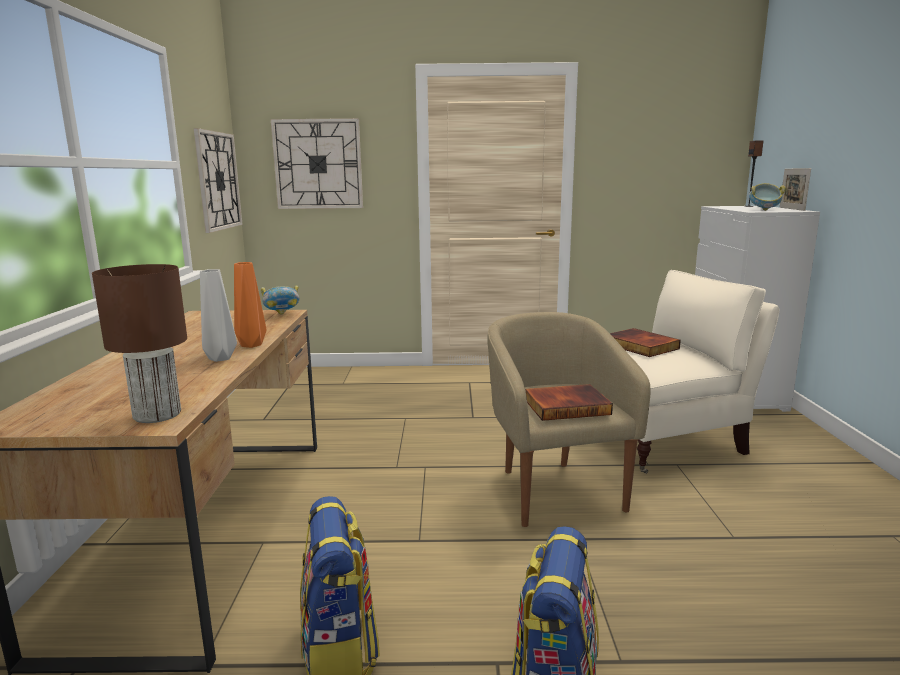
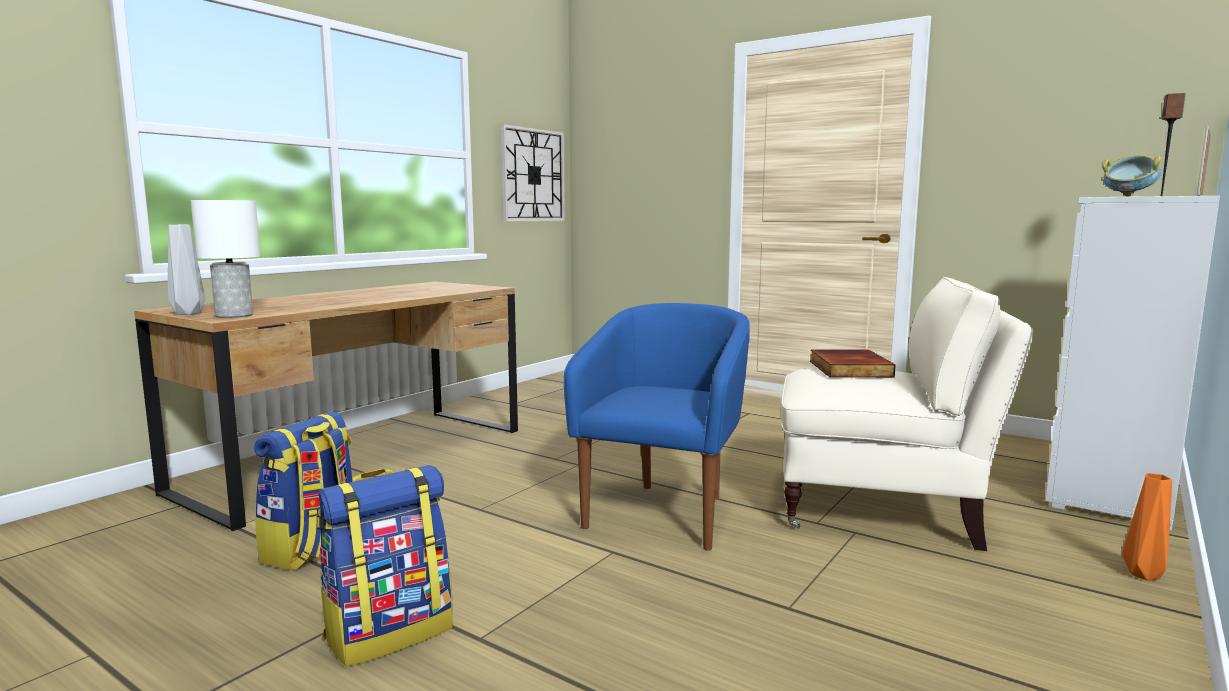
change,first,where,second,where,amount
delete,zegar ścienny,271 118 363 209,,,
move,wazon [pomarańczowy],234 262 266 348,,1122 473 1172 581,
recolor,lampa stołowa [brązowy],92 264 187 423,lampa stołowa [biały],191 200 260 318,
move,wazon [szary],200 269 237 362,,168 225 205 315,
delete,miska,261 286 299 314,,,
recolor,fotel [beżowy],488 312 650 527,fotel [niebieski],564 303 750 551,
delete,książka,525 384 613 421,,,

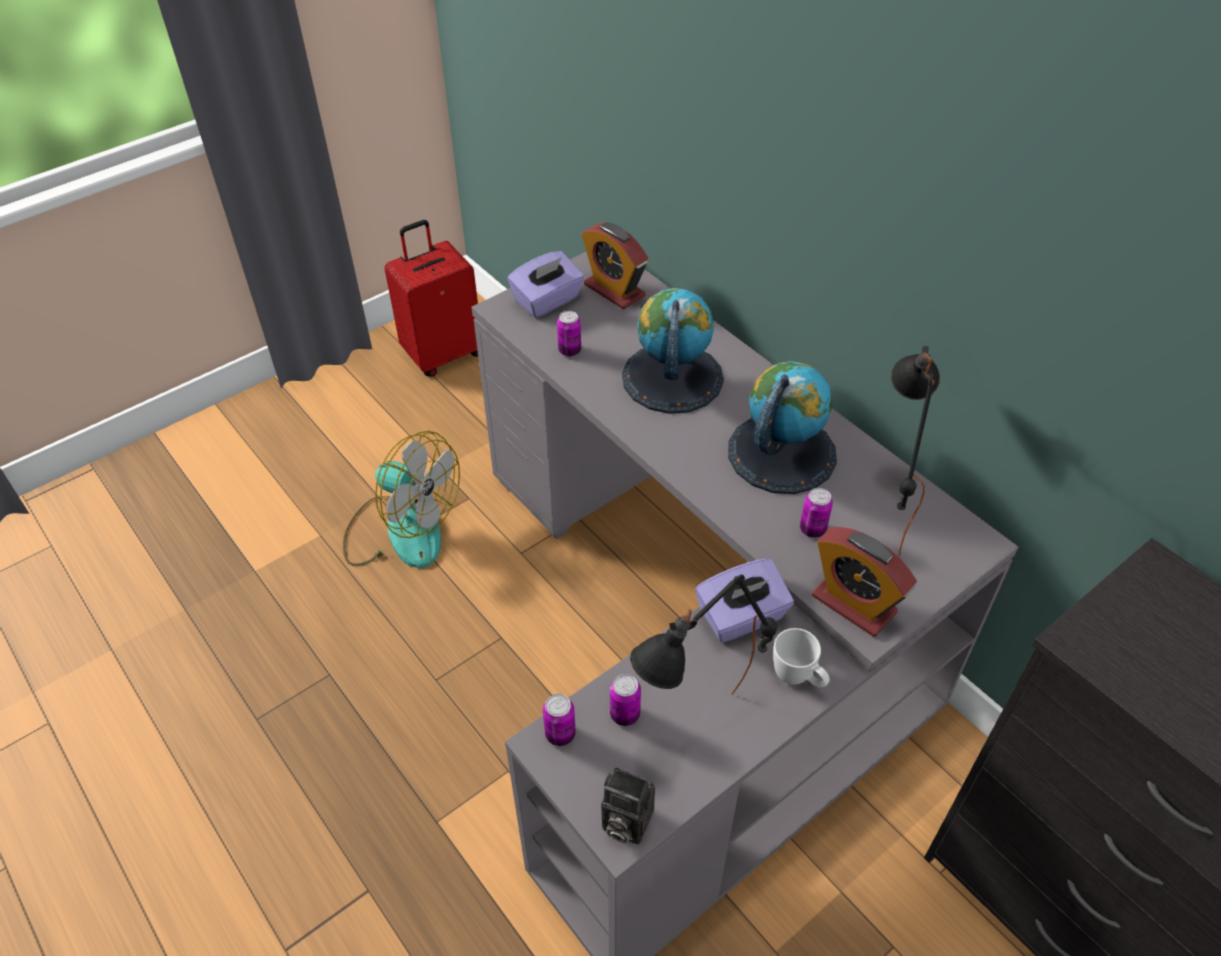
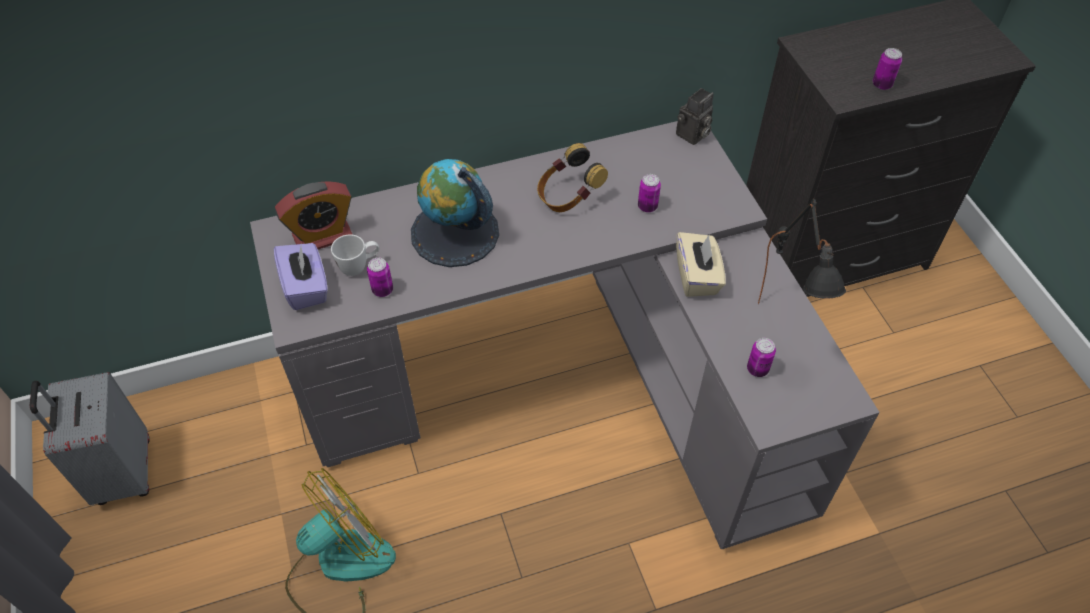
change,first,where,second,where,amount
recolor,walizka [czerwony],384 220 478 377,walizka [szary],30 372 150 505,
delete,lampa stołowa [czarny],891 346 940 556,,,
replace,globus,728 361 837 494,słuchawki,537 143 608 212,
delete,budzik,812 527 917 637,,,
recolor,pudełko chusteczek [fioletowy],695 558 794 643,pudełko chusteczek [beżowy],676 232 726 297,
move,kubek [biały],773 628 830 688,,331 234 379 276,
move,puszka,543 694 576 746,,873 48 902 90,
move,aparat fotograficzny,601 768 655 845,,676 88 714 145,

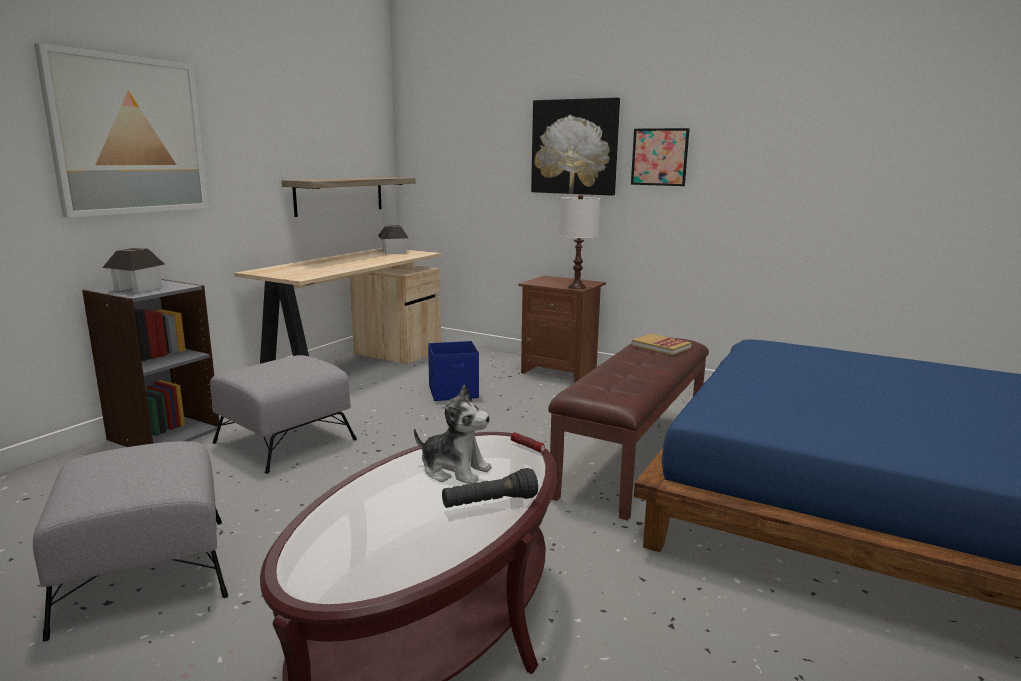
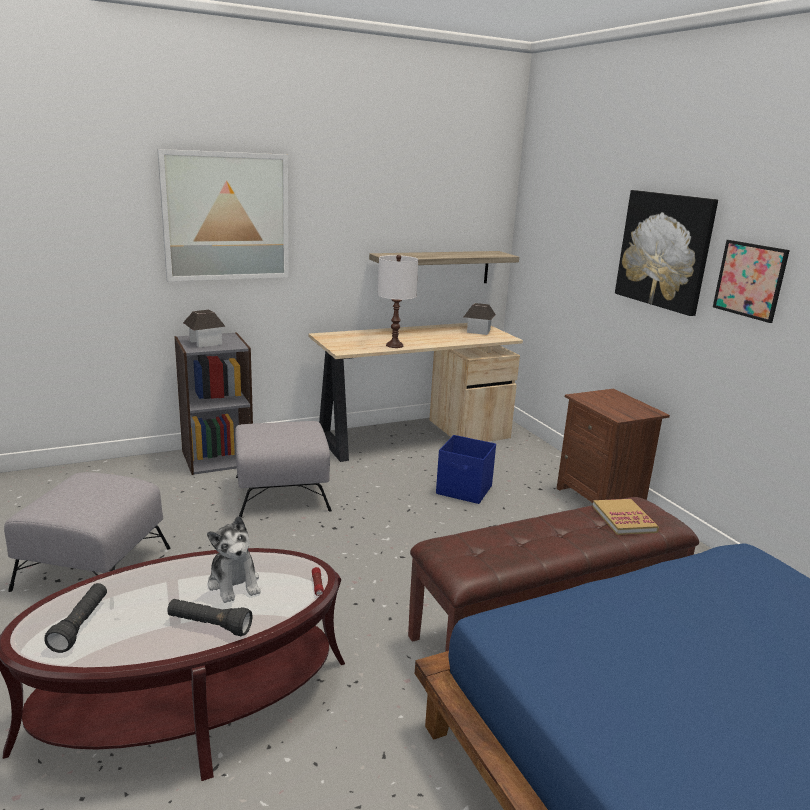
change,first,where,second,where,amount
move,lampa stołowa [biały],560 194 601 289,,378 255 418 348,
insert,,,latarka [czarny],45 583 107 653,

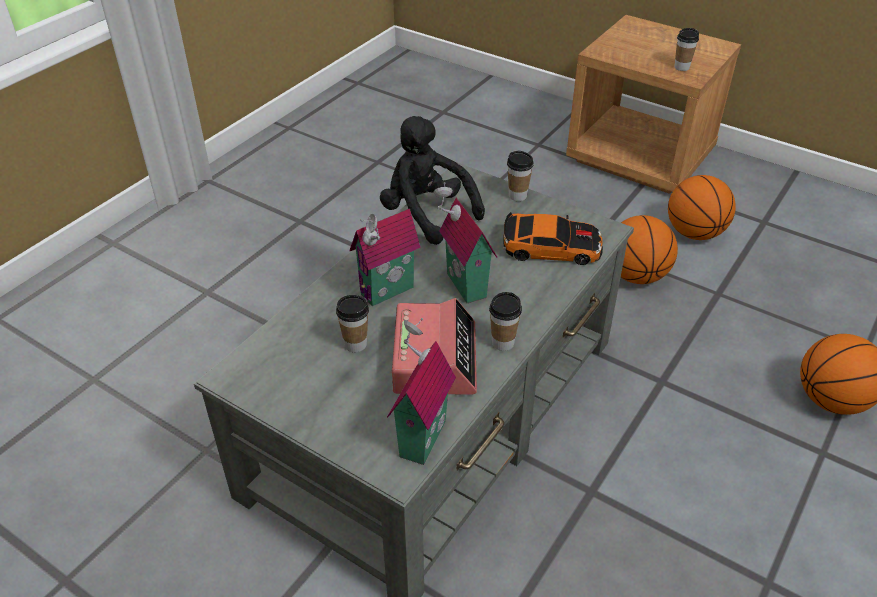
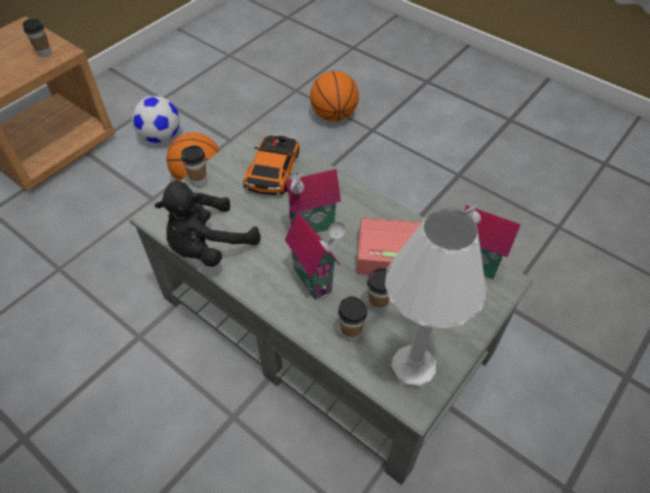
change,first,where,second,where,amount
replace,piłka do koszykówki,668 175 736 240,piłka futbolowa,132 96 180 143,
move,filiżanka,489 292 522 351,,338 296 367 342,
insert,,,lampa stołowa [biały],385 208 487 389,

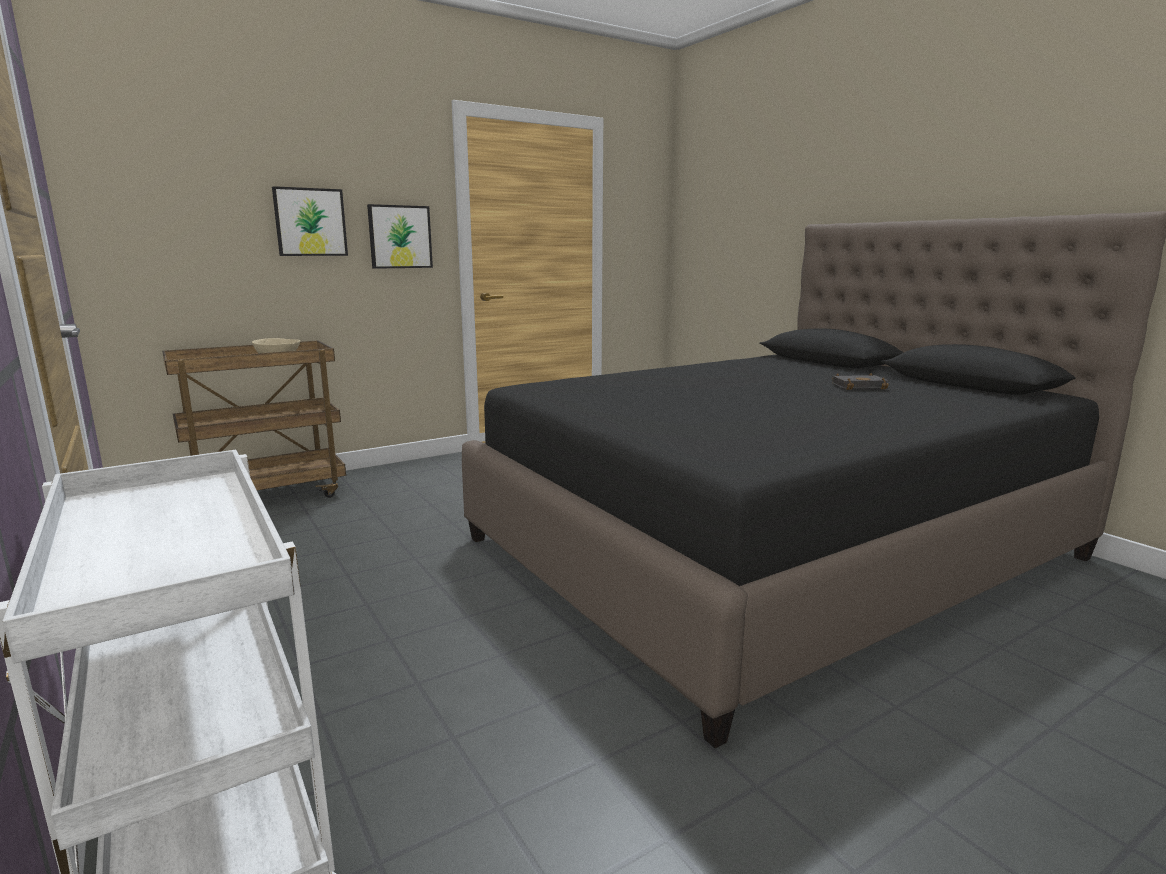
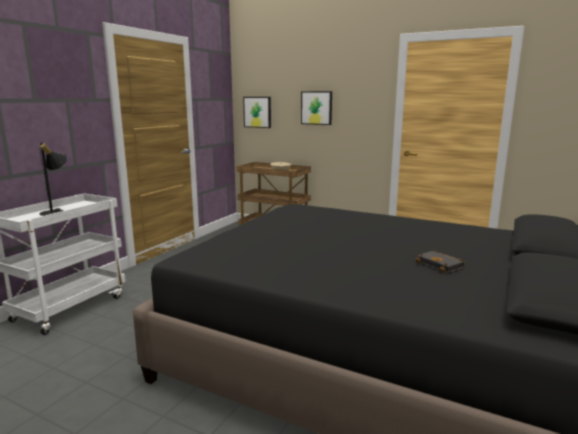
change,first,where,second,where,amount
move,obraz,367 204 433 269,,243 97 271 128,
insert,,,lampa stołowa [czarny],39 142 67 216,

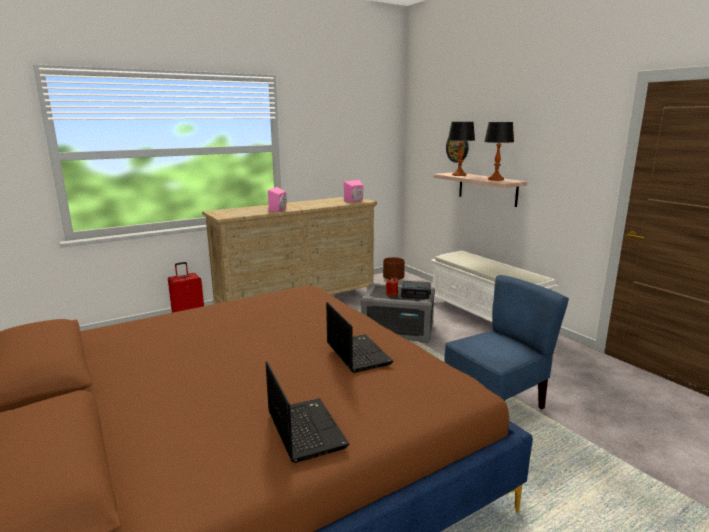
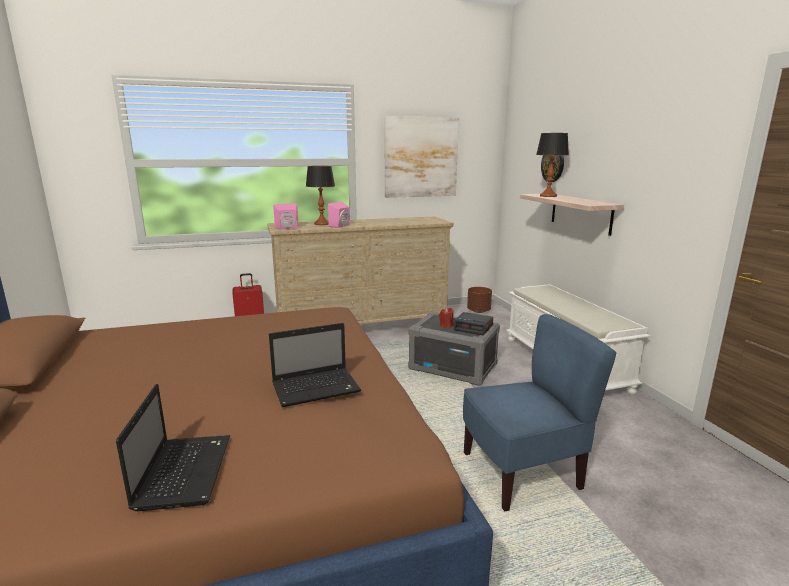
change,first,where,second,where,amount
move,lampa stołowa,484 122 514 181,,306 166 335 225,
move,głośnik [różowy],344 180 363 202,,273 203 298 229,
rotate,laptop,326 302 394 373,,269 323 361 407,75 degrees clockwise
insert,,,obraz,384 116 459 198,

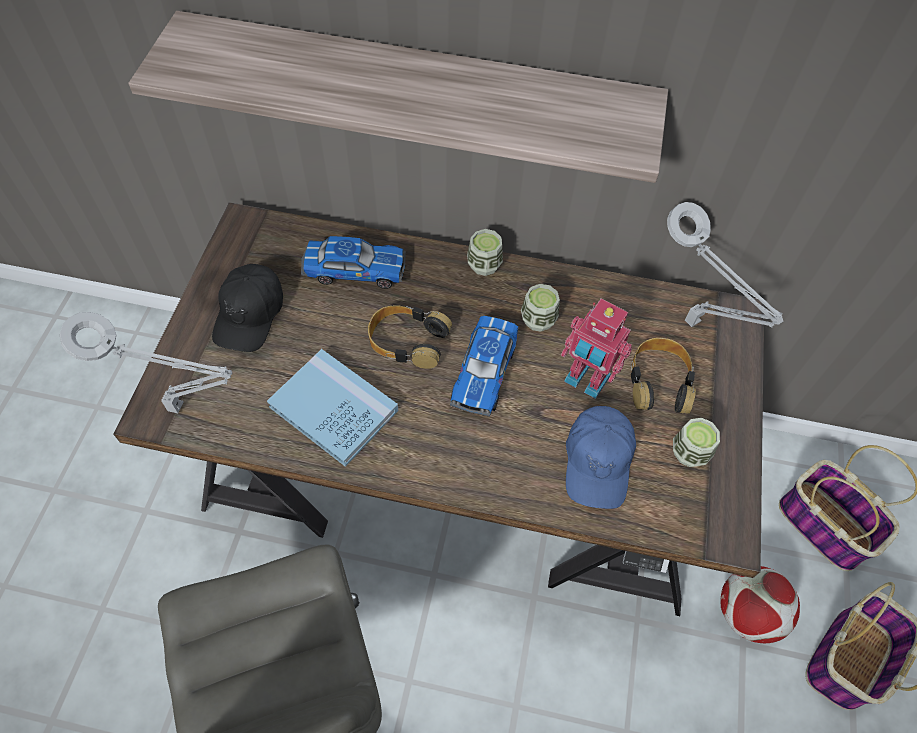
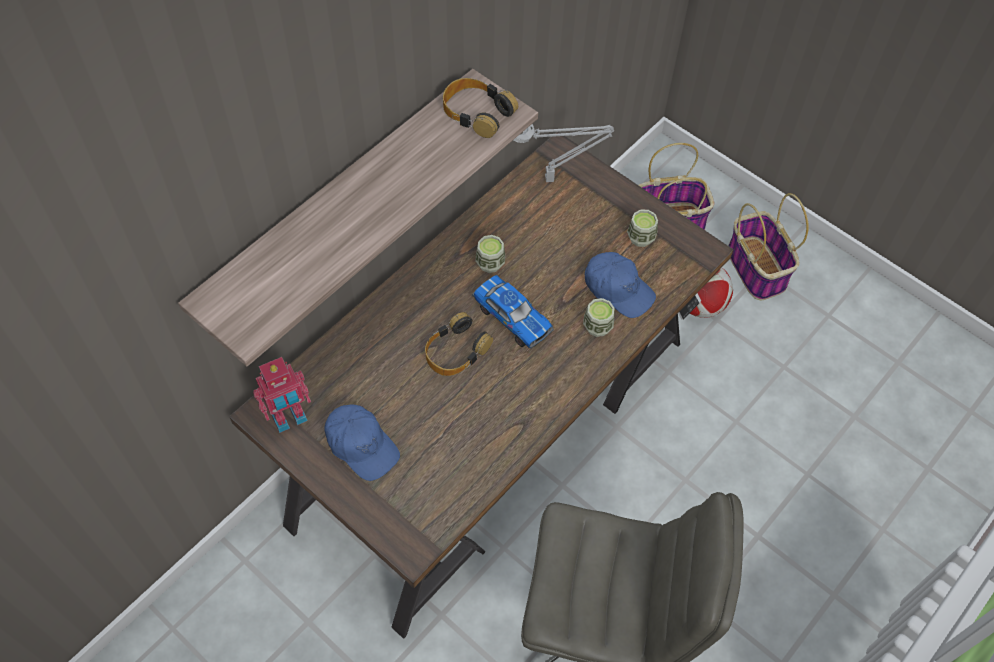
change,first,where,second,where,amount
move,filiżanka,467 229 503 276,,583 298 615 337,
delete,samochodzik,301 236 405 289,,,
recolor,czapka z daszkiem [czarny],212 264 283 352,czapka z daszkiem [niebieski],324 405 400 481,
move,robot zabawkowy,561 299 632 399,,253 357 311 433,
delete,lampa stołowa [szary],60 312 233 413,,,
move,słuchawki,630 338 696 414,,443 78 518 138,
delete,książka [niebieski],267 349 398 467,,,

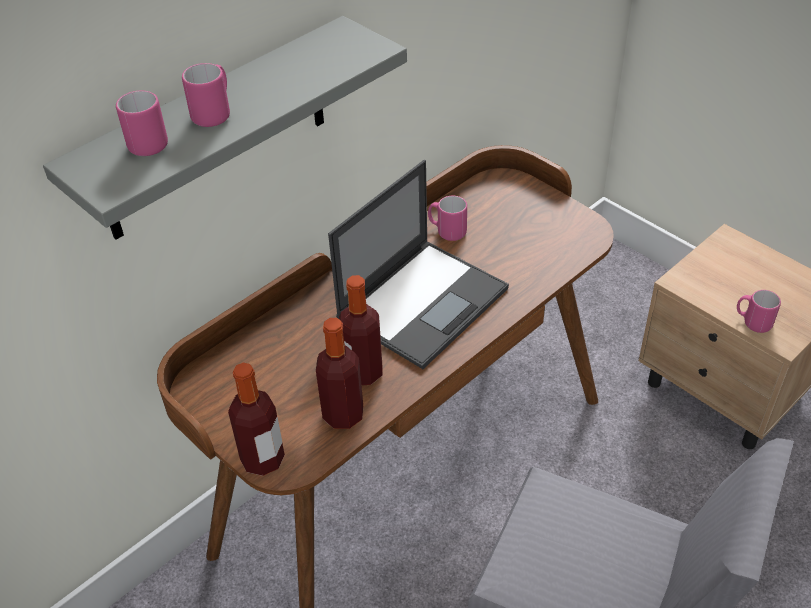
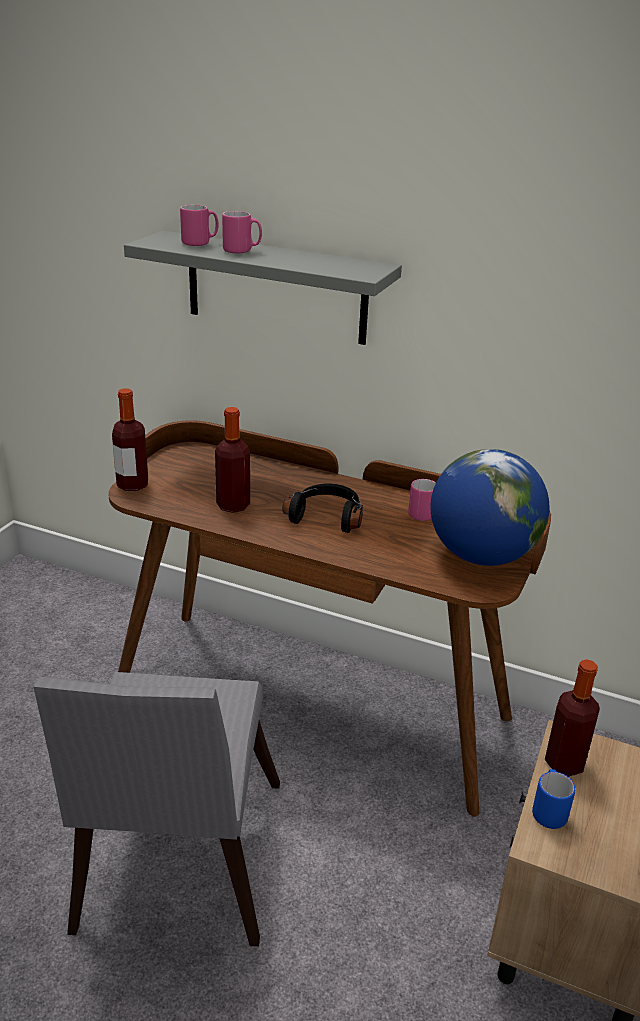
change,first,where,second,where,amount
replace,laptop,328 160 509 369,słuchawki [czarny],282 483 363 533,
recolor,kubek [różowy],737 290 781 333,kubek [niebieski],532 769 575 829,
move,butelka,316 318 363 429,,545 659 600 777,
insert,,,globus,431 449 549 566,

